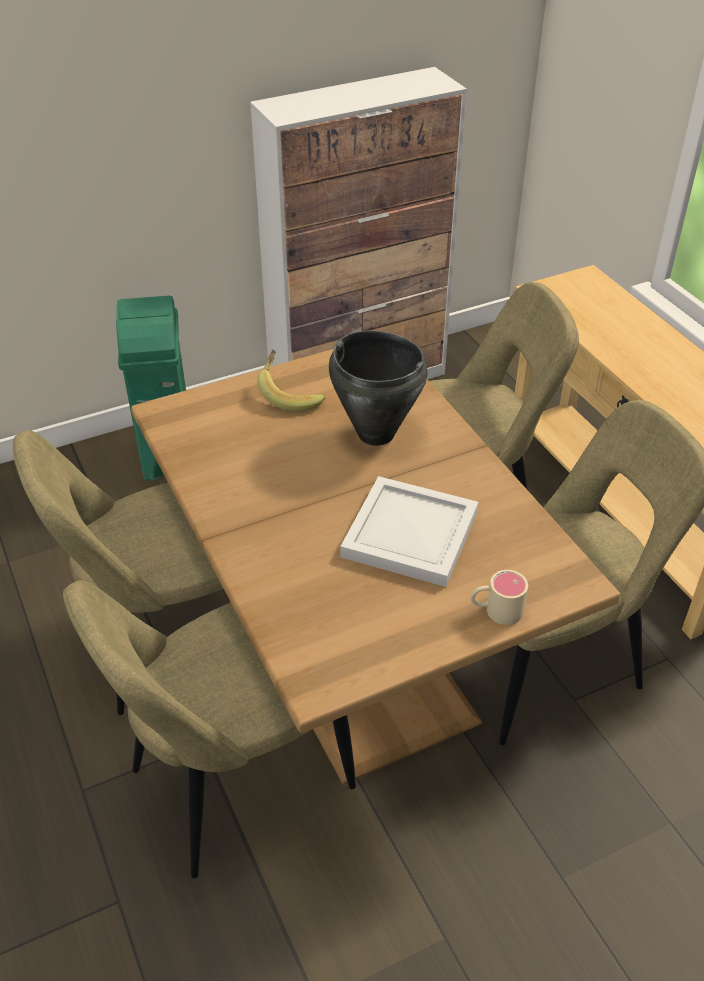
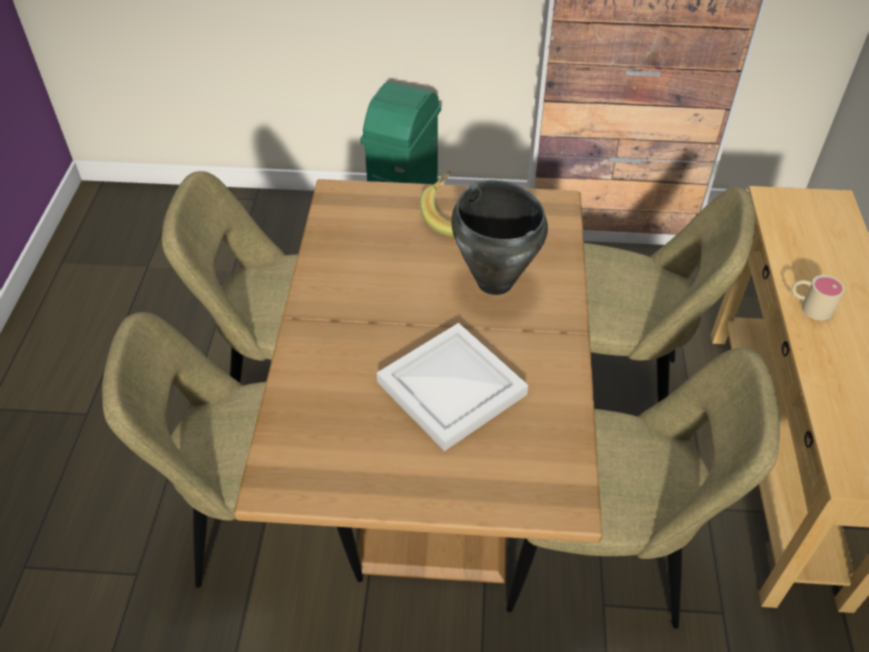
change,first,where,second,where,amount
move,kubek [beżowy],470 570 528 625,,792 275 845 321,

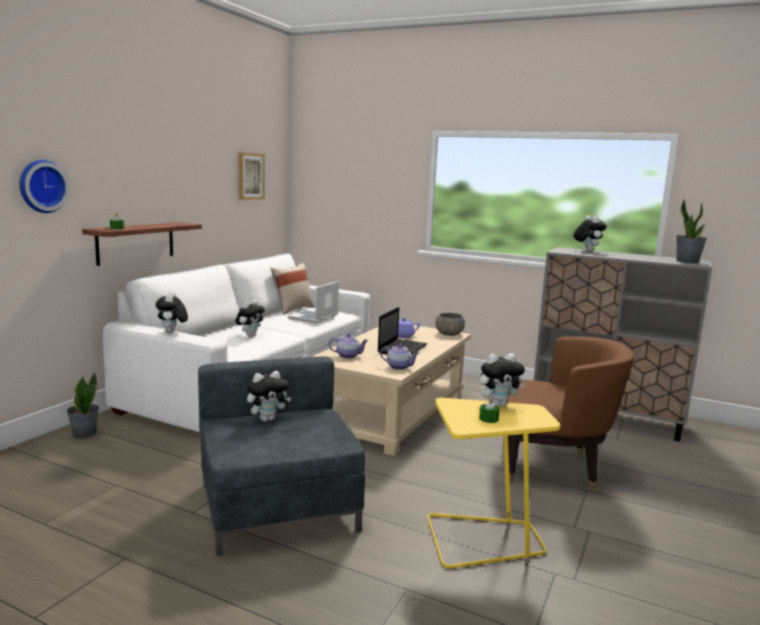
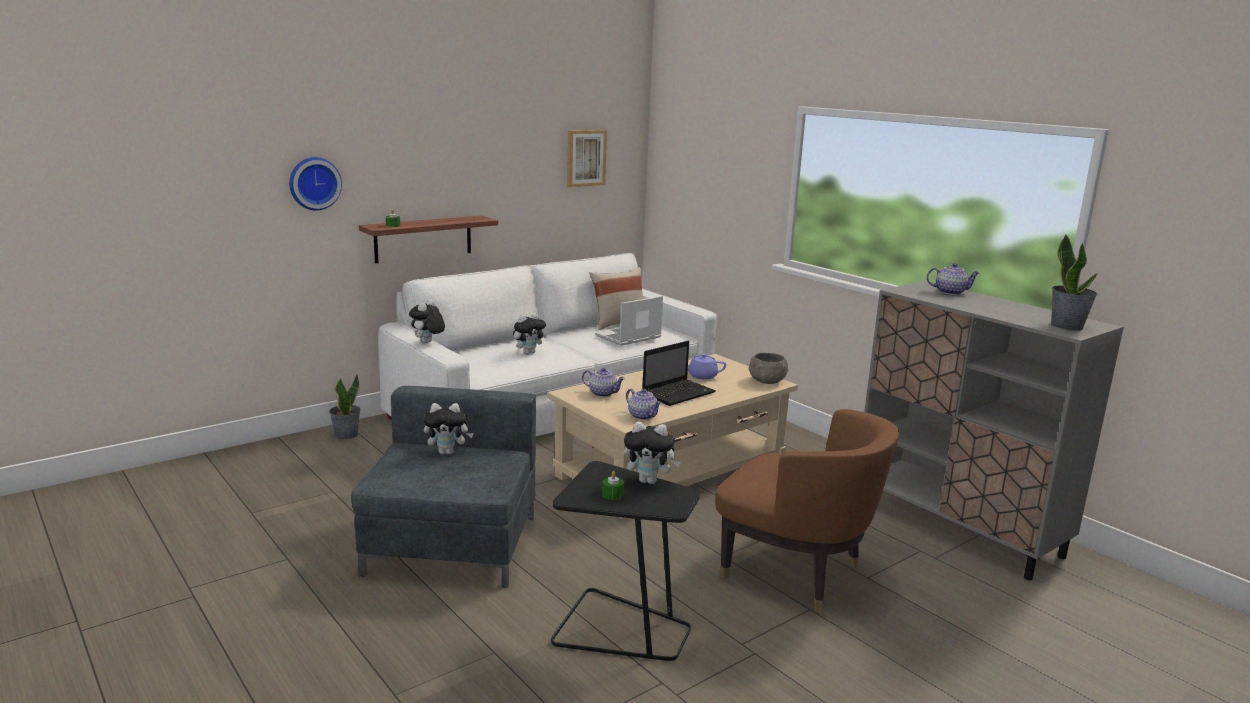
change,first,where,second,where,amount
replace,pluszak,573 215 607 252,imbryk,926 263 980 295,
recolor,stolik [żółty],428 398 560 569,stolik [czarny],551 461 700 661,

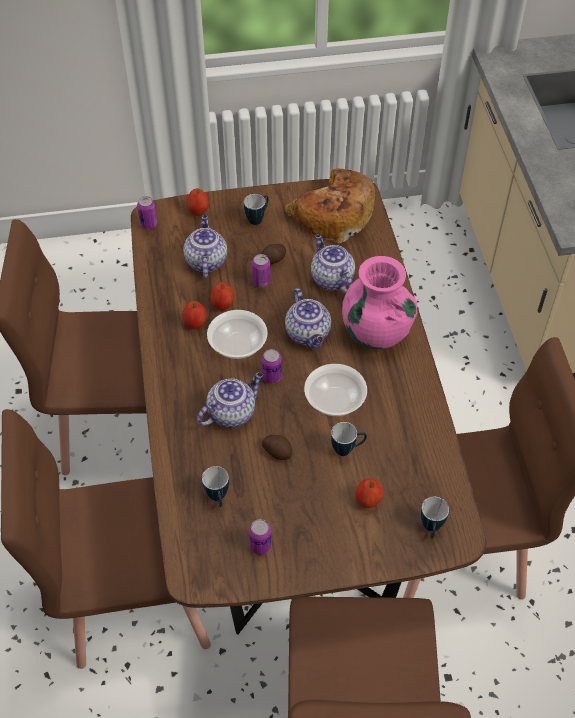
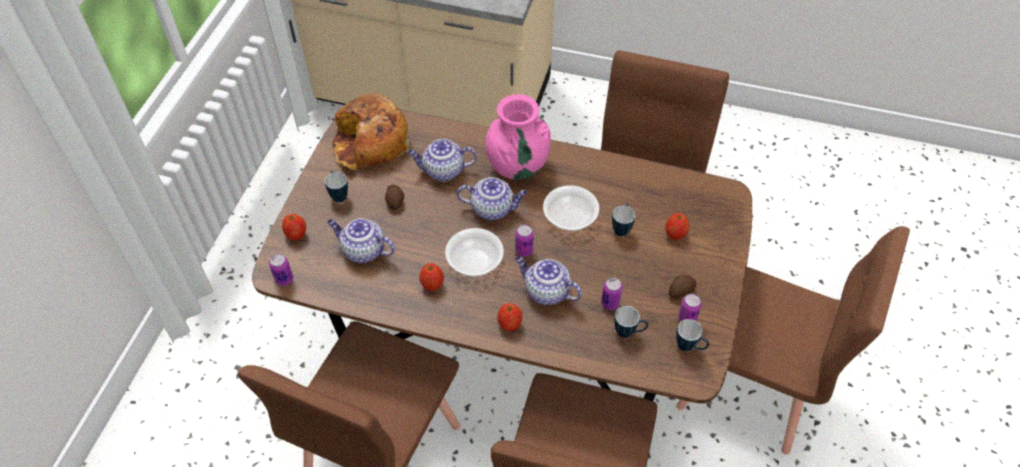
change,first,where,second,where,amount
move,puszka,252 254 271 288,,601 277 623 310,
move,jabłko,210 282 234 311,,497 303 522 331,
rotate,imbryk,197 372 263 428,,515 256 582 305,45 degrees counterclockwise
move,ziemniak,262 435 292 460,,669 275 696 298,
move,kubek,421 497 449 539,,676 319 709 351,

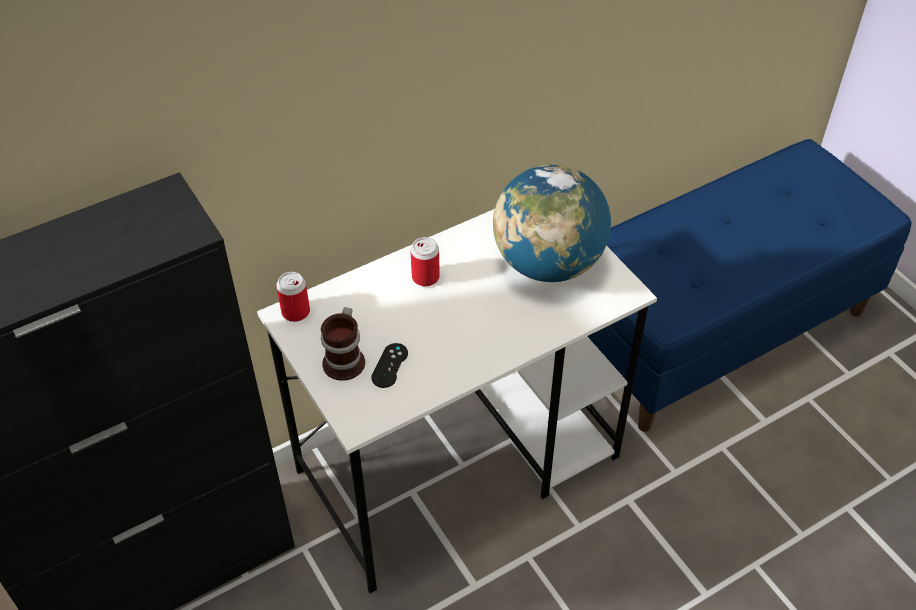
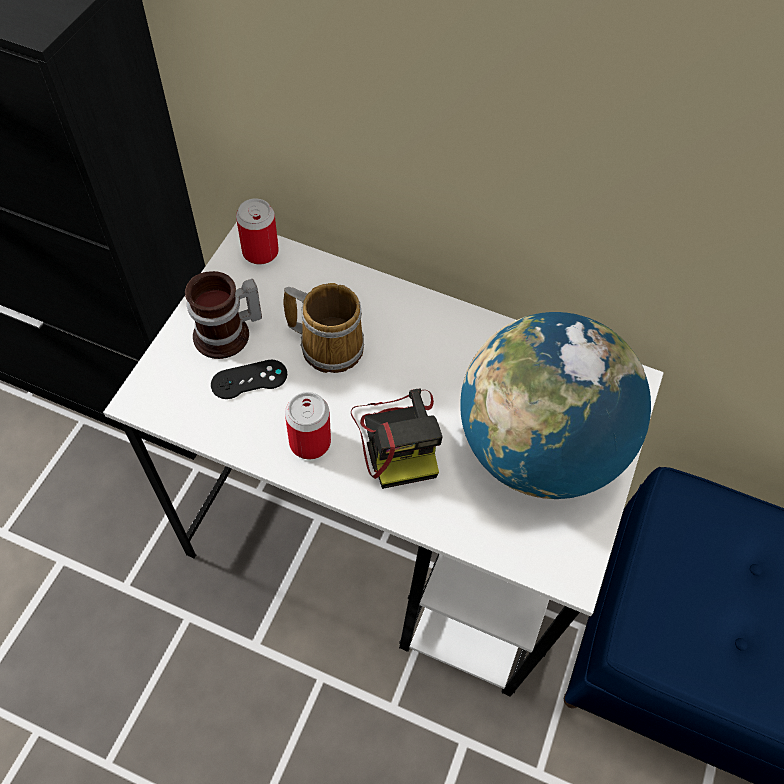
change,first,where,second,where,amount
move,puszka,410 237 440 286,,285 392 331 459,
insert,,,kubek,284 283 364 373,
insert,,,aparat fotograficzny,351 388 443 489,

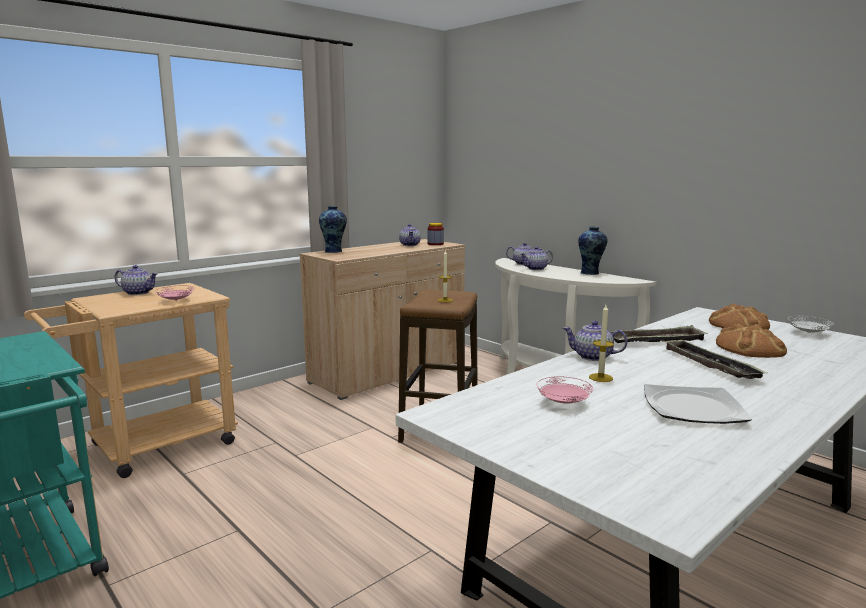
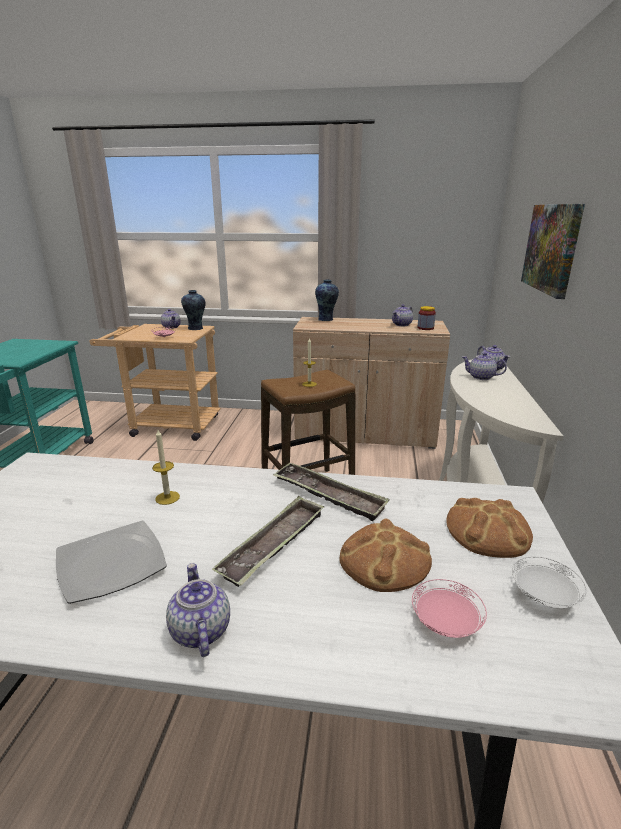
change,first,where,second,where,amount
move,wazon,578 227 608 275,,181 290 205 330,
move,imbryk,563 321 627 361,,166 563 230 657,
move,talerz [różowy],537 376 593 404,,412 579 487 638,
insert,,,obraz,521 204 585 299,

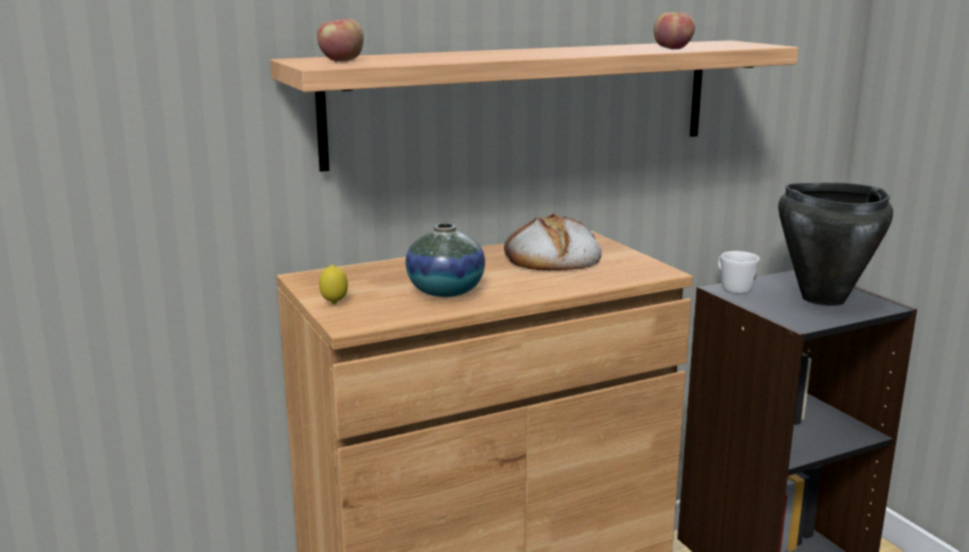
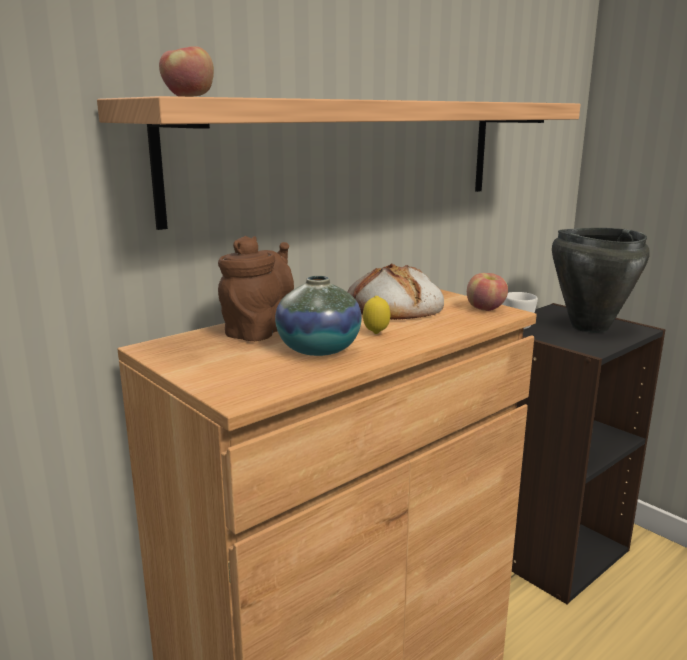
change,first,where,second,where,amount
move,jabłko,654 12 695 49,,467 273 508 311,
move,cytryna,319 265 348 304,,363 296 390 334,
insert,,,imbryk [brązowy],218 236 294 341,

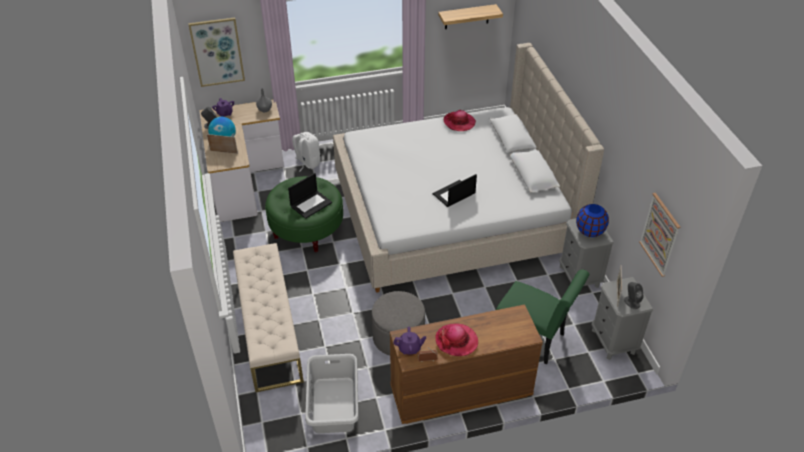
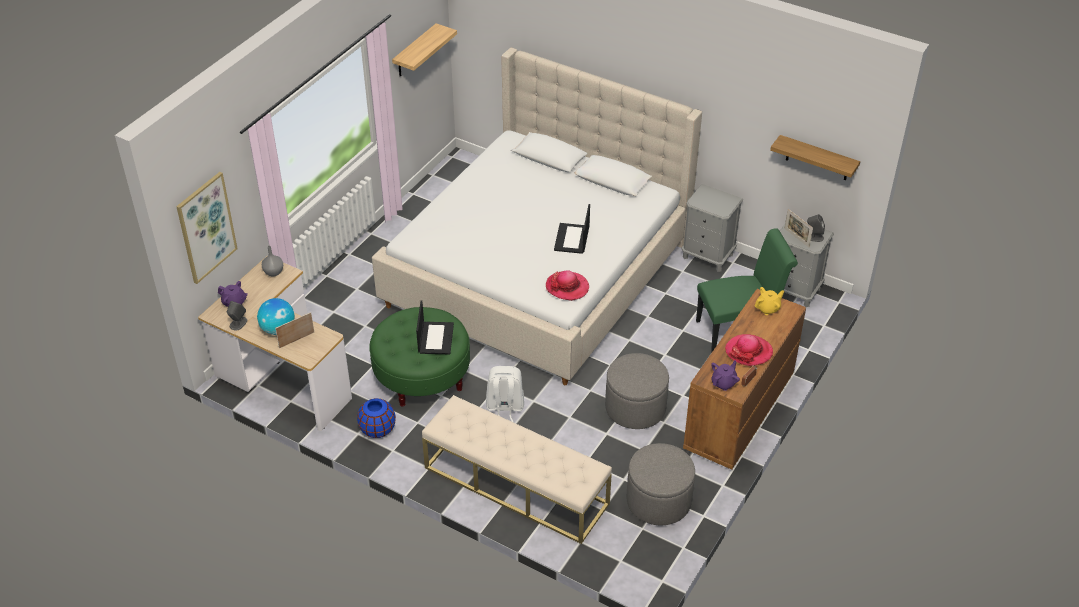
change,first,where,second,where,amount
move,kapelusz,444 110 476 131,,546 270 589 301,
move,plecak [biały],292 132 321 172,,486 366 524 422,
replace,obraz,639 193 680 277,półka,770 135 860 180,
move,wazon [niebieski],576 204 609 237,,357 398 396 438,
replace,kosz na pranie [szary],305 354 359 433,pufa [szary],627 443 695 525,
insert,,,imbryk [żółty],754 287 784 315,

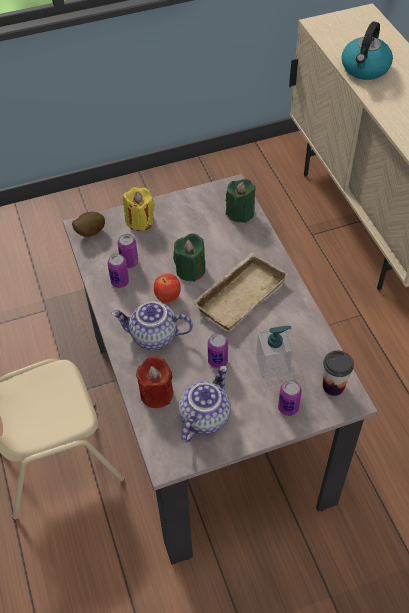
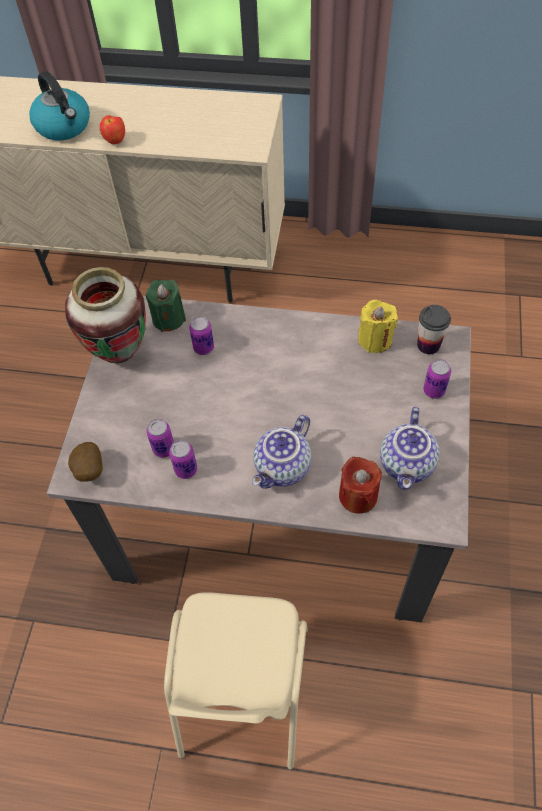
change,first,where,second,where,amount
move,świeca [żółty],123 187 155 231,,358 300 398 353,
delete,świeca [zielony],173 233 205 282,,,
delete,taca [beżowy],192 252 289 330,,,
move,jabłko,154 274 181 303,,100 115 125 144,
delete,dozownik mydła,256 326 293 379,,,
move,puszka,208 333 228 369,,189 316 214 355,
rotate,imbryk,179 366 231 442,,380 407 440 490,135 degrees counterclockwise
insert,,,wazon,65 267 146 364,

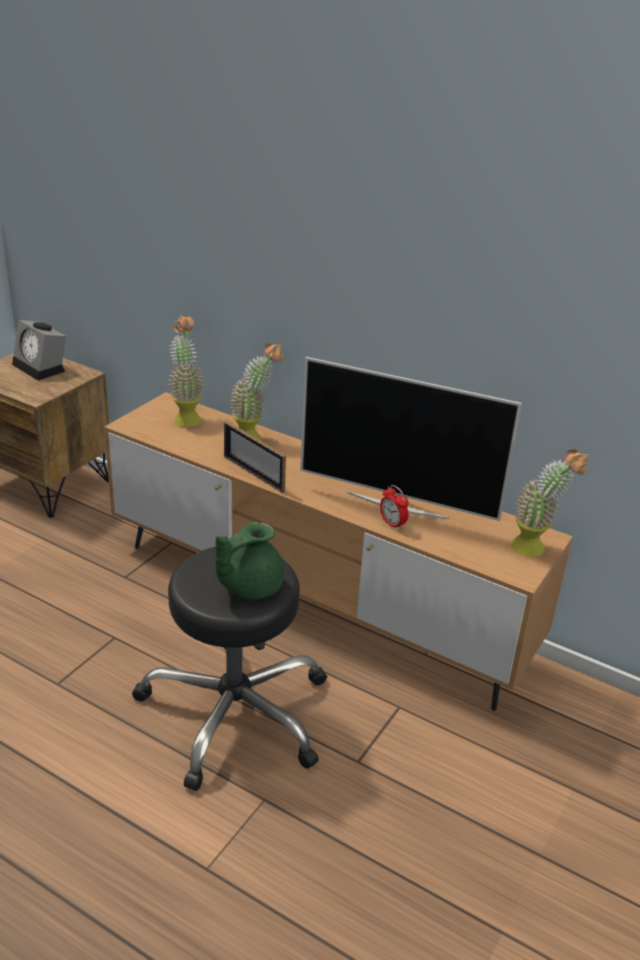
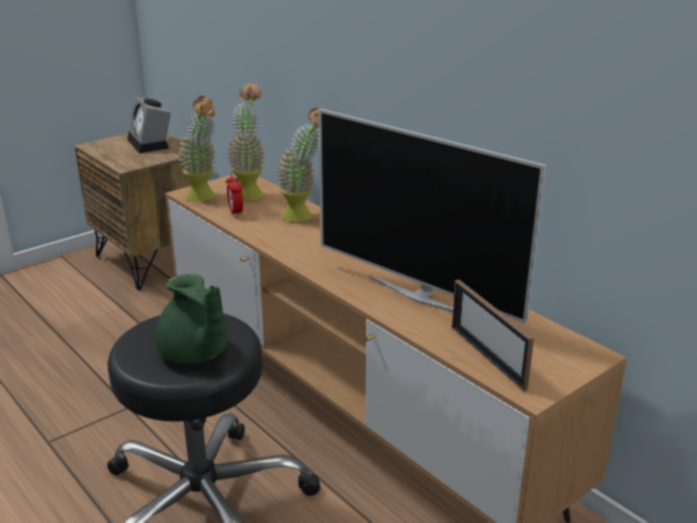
change,first,where,second,where,amount
move,ramka na zdjęcie,224 421 286 493,,452 280 534 391,
move,roślina doniczkowa,511 450 588 557,,178 96 216 202,
move,budzik,380 485 409 530,,226 172 243 217,
rotate,imbryk [zielony],215 522 284 599,,155 274 228 364,105 degrees counterclockwise

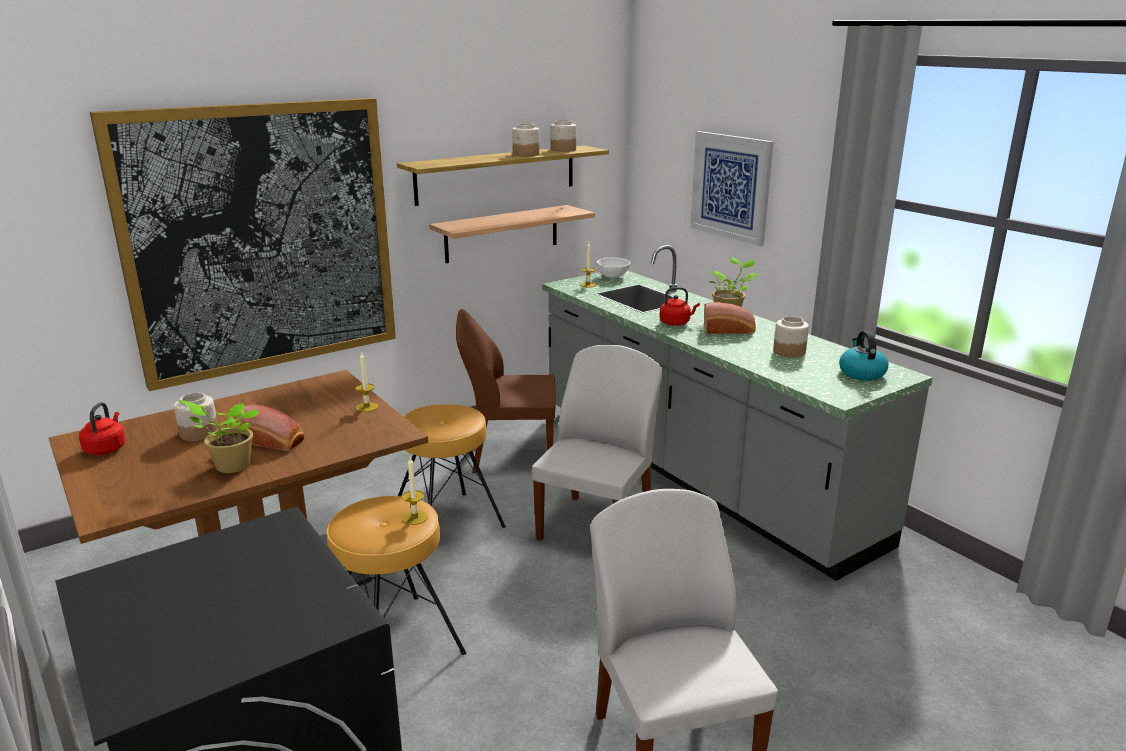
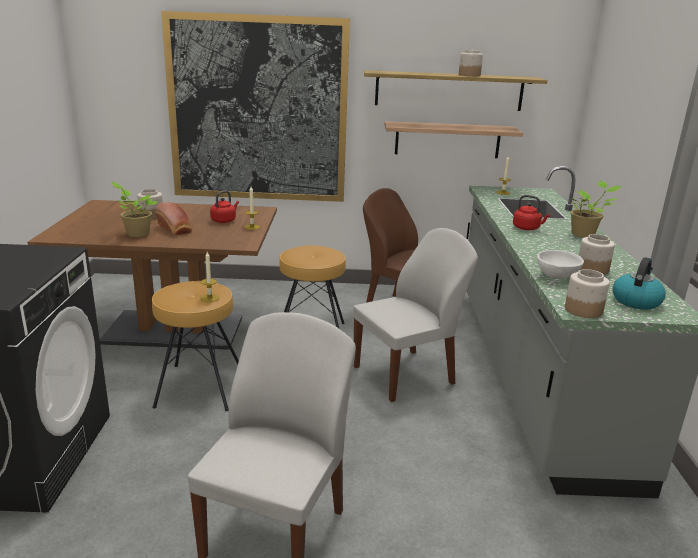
change,first,where,second,where,amount
move,słoik,550 120 576 152,,565 269 610 318,
delete,obraz,690 131 773 246,,,
move,miska [biały],597 257 630 278,,537 250 584 279,
delete,chleb,704 302 756 334,,,
move,czajnik [czerwony],79 402 126 455,,210 191 239 223,

